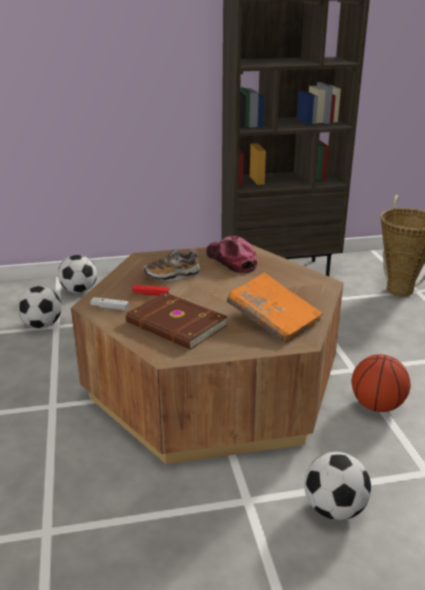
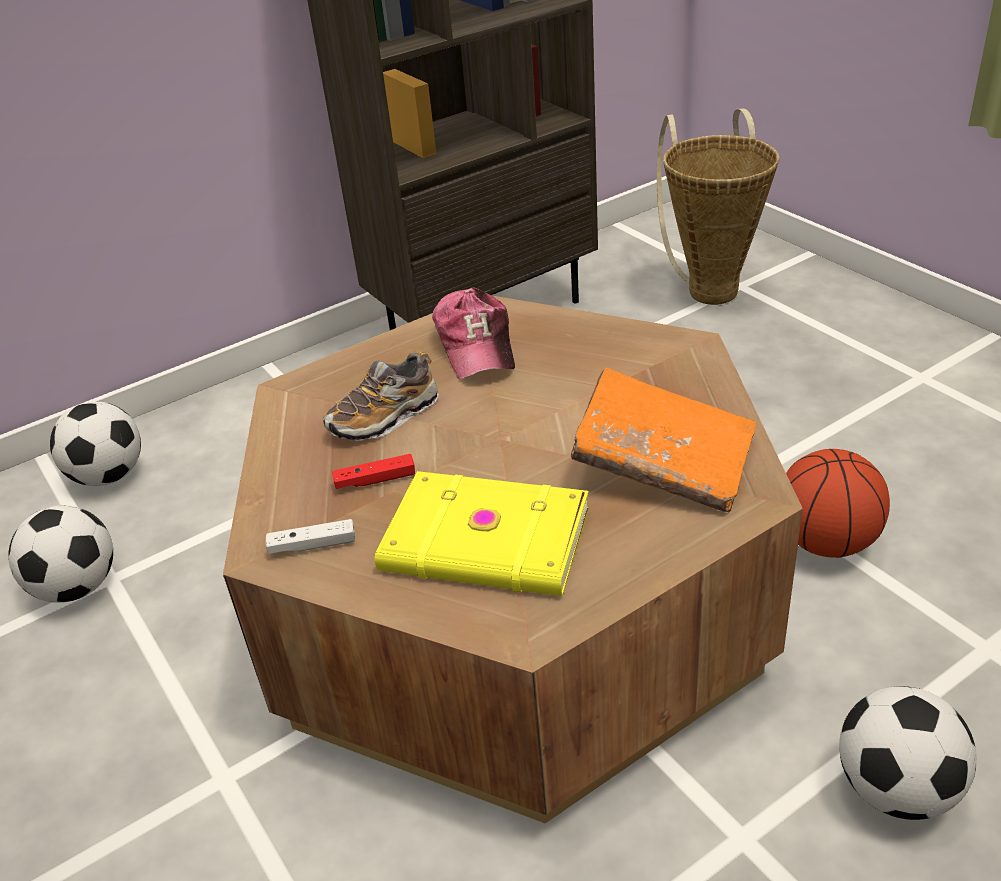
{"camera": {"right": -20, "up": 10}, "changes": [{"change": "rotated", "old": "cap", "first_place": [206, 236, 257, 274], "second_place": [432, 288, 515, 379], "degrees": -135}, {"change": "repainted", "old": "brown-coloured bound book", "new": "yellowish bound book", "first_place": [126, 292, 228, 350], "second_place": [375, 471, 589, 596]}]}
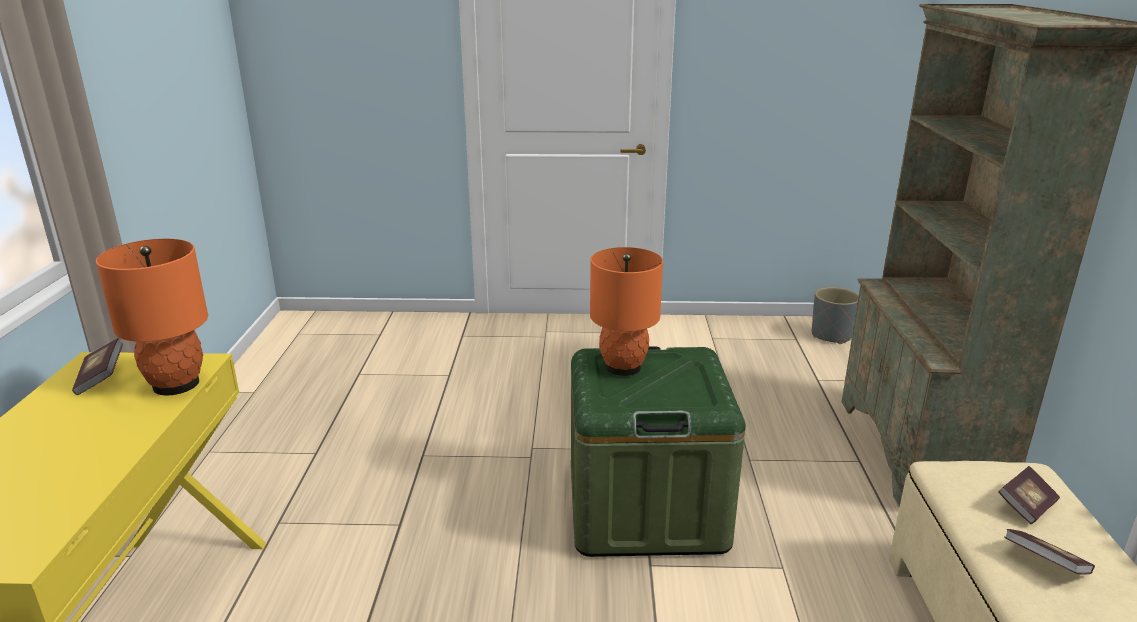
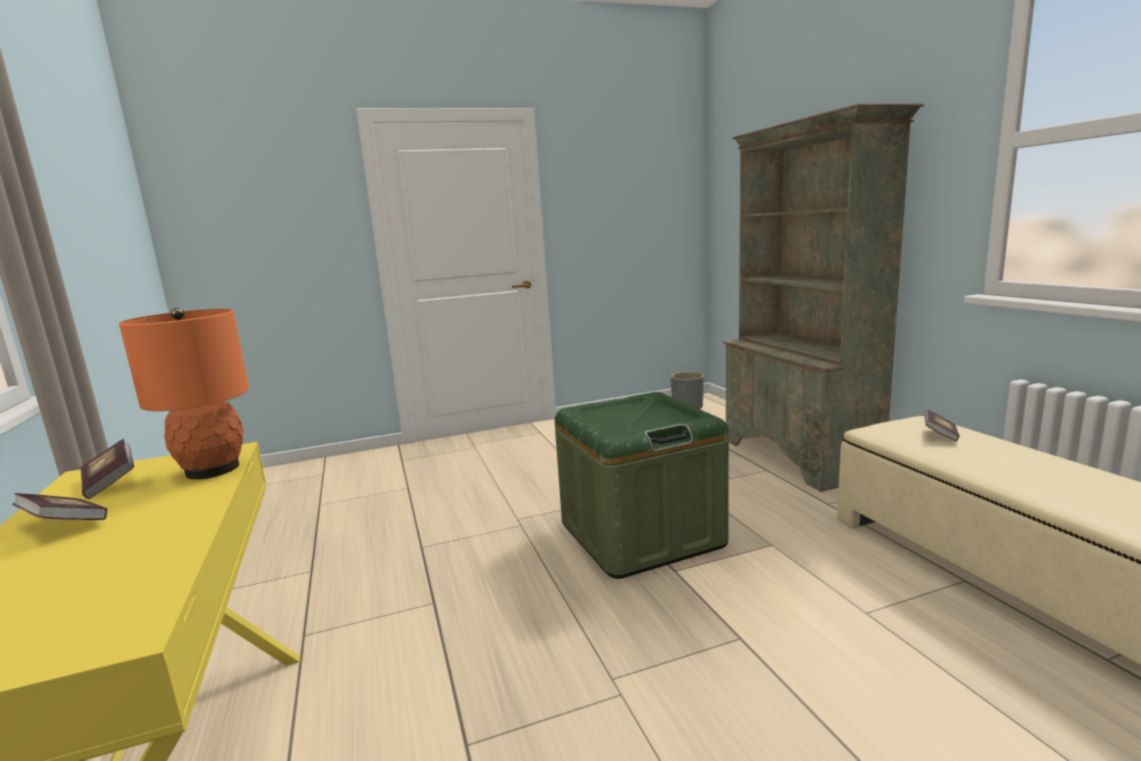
{"camera": {"right": -20, "up": -10}, "changes": [{"change": "gone", "old": "orange table lamp", "first_place": [590, 247, 663, 376]}, {"change": "shifted", "old": "bound book", "first_place": [1004, 529, 1095, 574], "second_place": [12, 493, 107, 520]}]}
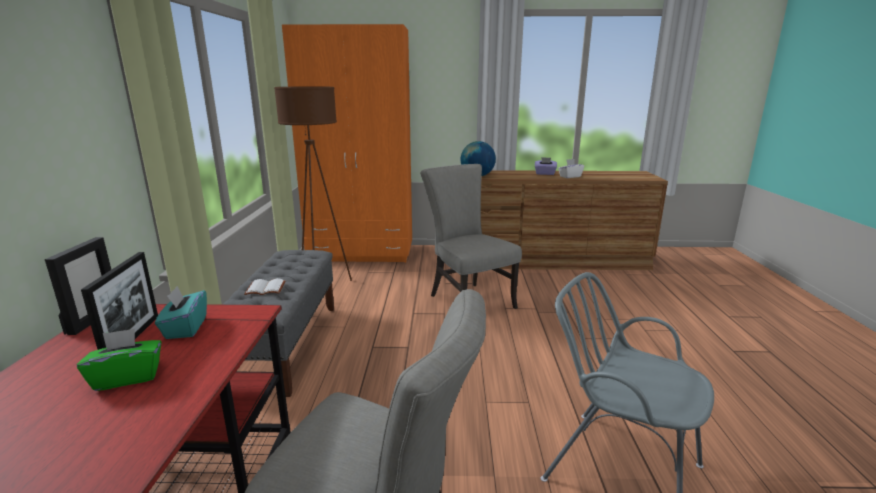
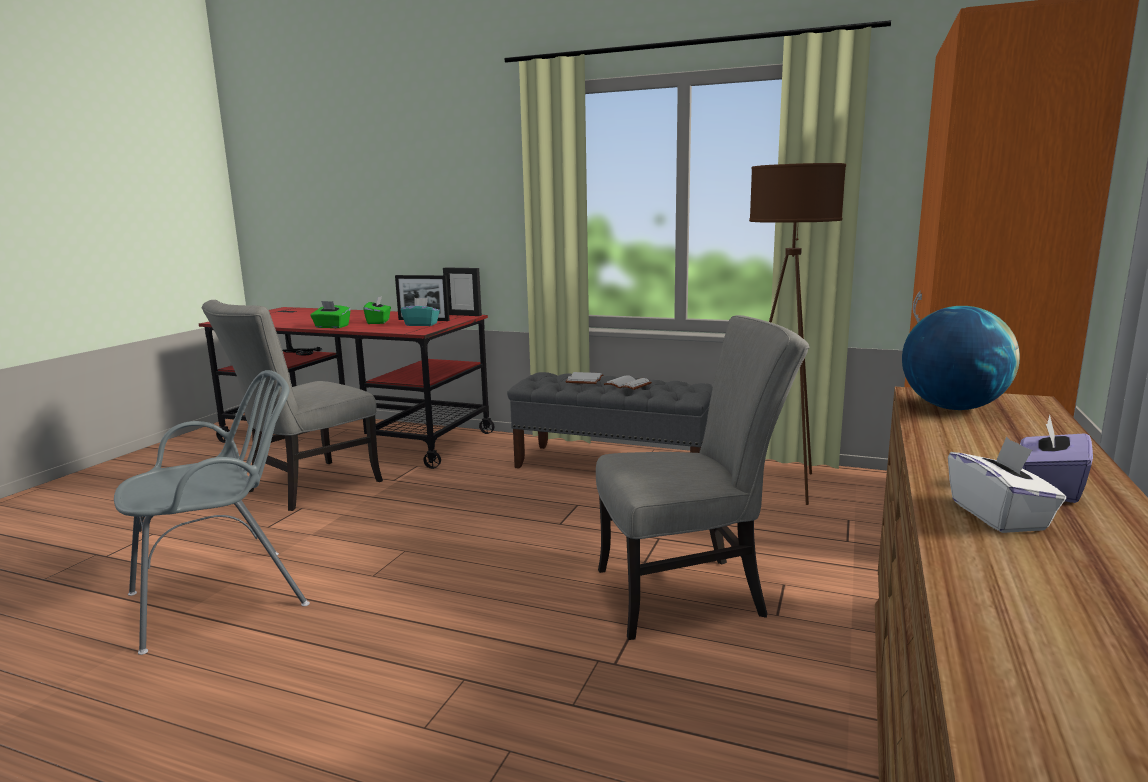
{"camera": {"right": 110, "up": -5}, "changes": [{"change": "new", "new": "green tissue holder", "second_place": [310, 301, 351, 328]}, {"change": "new", "new": "white bound book", "second_place": [604, 375, 652, 390]}]}
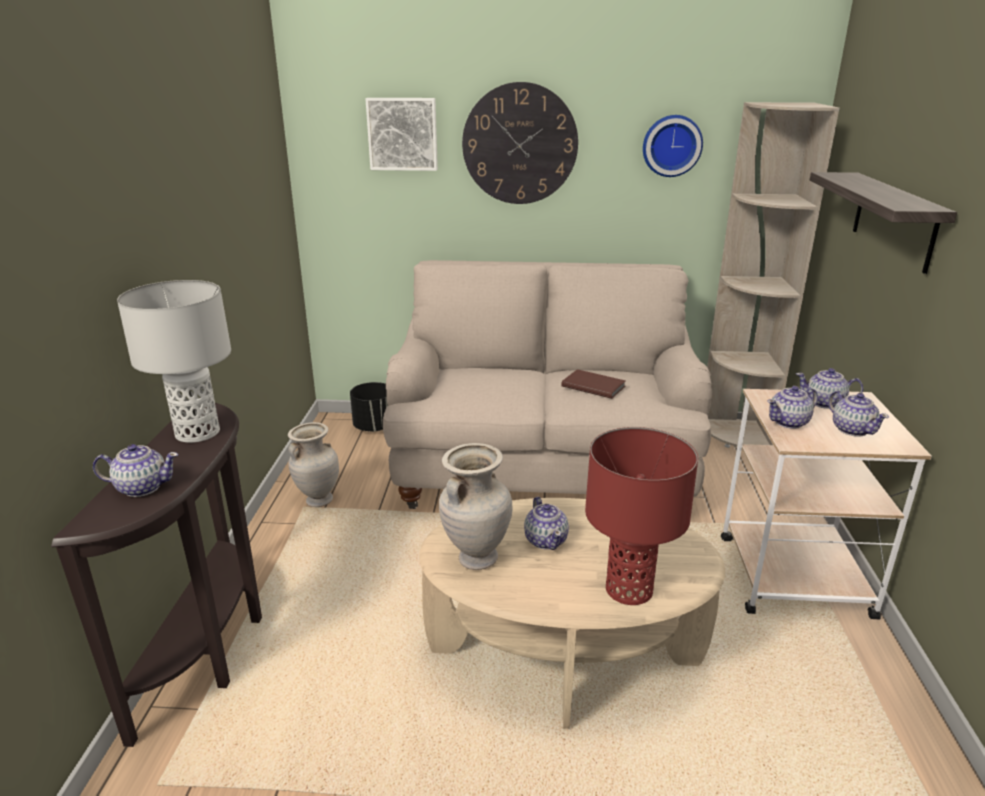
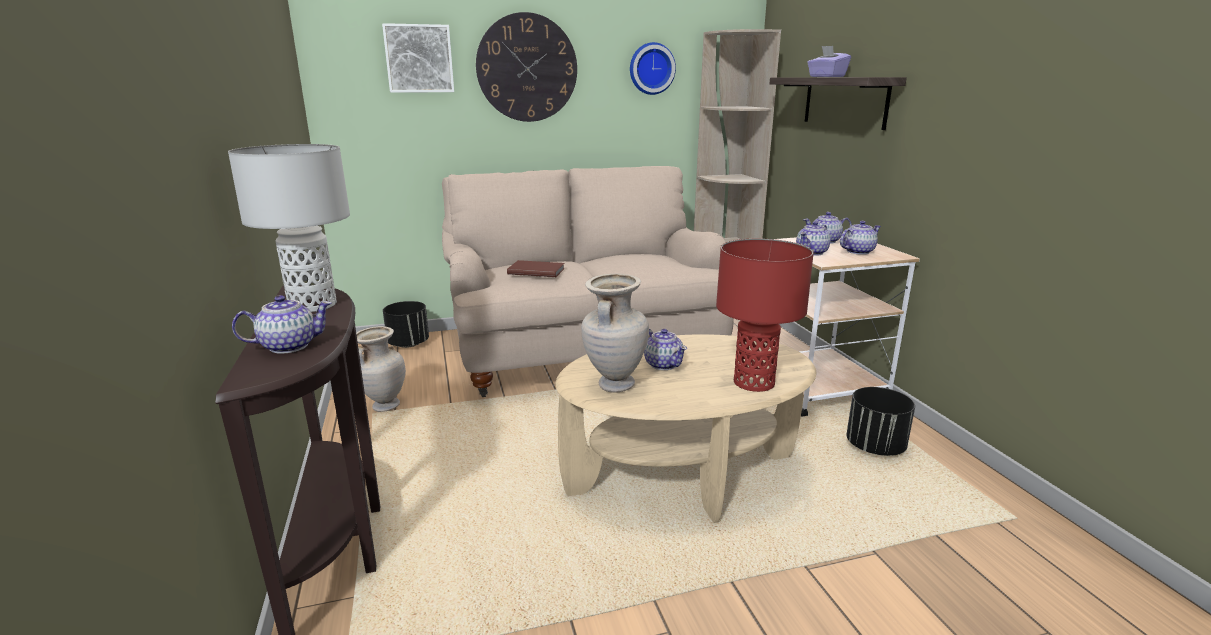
{"camera": {"right": -20, "up": -5}, "changes": [{"change": "shifted", "old": "brown-coloured bound book", "first_place": [561, 369, 626, 399], "second_place": [507, 260, 565, 277]}, {"change": "rotated", "old": "tea pot", "first_place": [828, 391, 889, 437], "second_place": [840, 221, 881, 255], "degrees": -75}, {"change": "new", "new": "purple tissue holder", "second_place": [807, 46, 851, 77]}, {"change": "new", "new": "blackish plant pot", "second_place": [846, 387, 915, 456]}]}
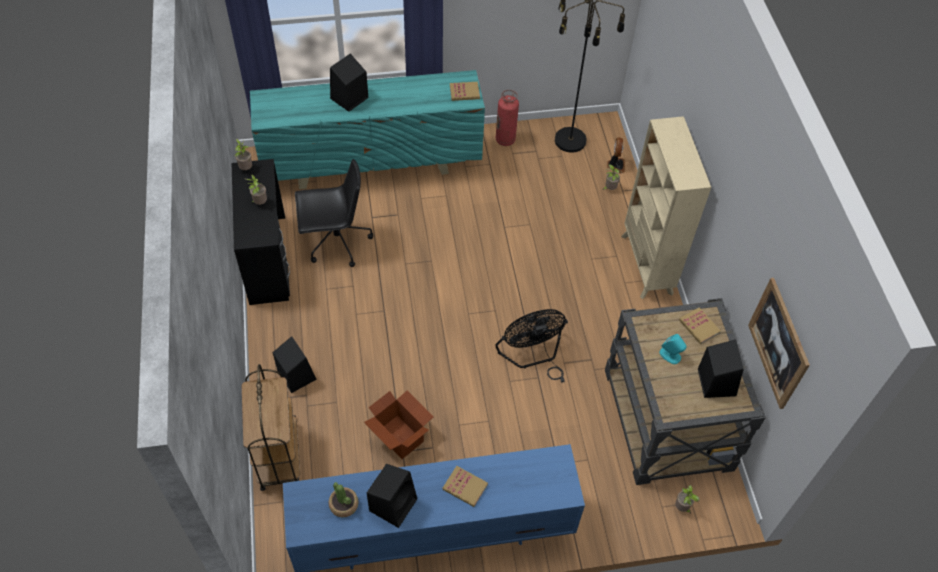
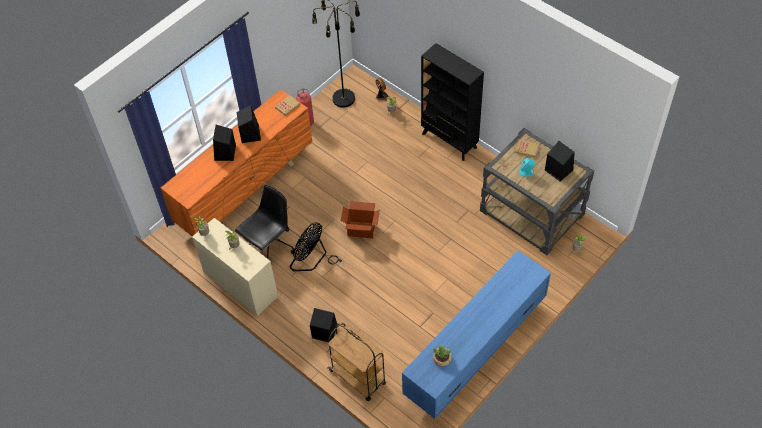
{"camera": {"right": -35, "up": 0}, "changes": [{"change": "repainted", "old": "blue-green cupboard", "new": "orange cupboard", "first_place": [250, 70, 485, 189], "second_place": [161, 89, 313, 236]}, {"change": "repainted", "old": "beige-coloured bookcase", "new": "blackish bookcase", "first_place": [621, 116, 711, 299], "second_place": [421, 43, 484, 161]}, {"change": "repainted", "old": "blackish desk table", "new": "beige-coloured desk table", "first_place": [232, 159, 290, 305], "second_place": [192, 218, 278, 316]}, {"change": "gone", "old": "wall art", "first_place": [748, 278, 810, 409]}, {"change": "shifted", "old": "blackish electric fan", "first_place": [495, 309, 568, 383], "second_place": [290, 222, 342, 272]}, {"change": "shifted", "old": "carton", "first_place": [364, 391, 434, 459], "second_place": [341, 201, 380, 238]}, {"change": "shifted", "old": "blackish speaker", "first_place": [367, 464, 417, 528], "second_place": [237, 105, 261, 143]}, {"change": "gone", "old": "bound book", "first_place": [442, 466, 488, 507]}]}
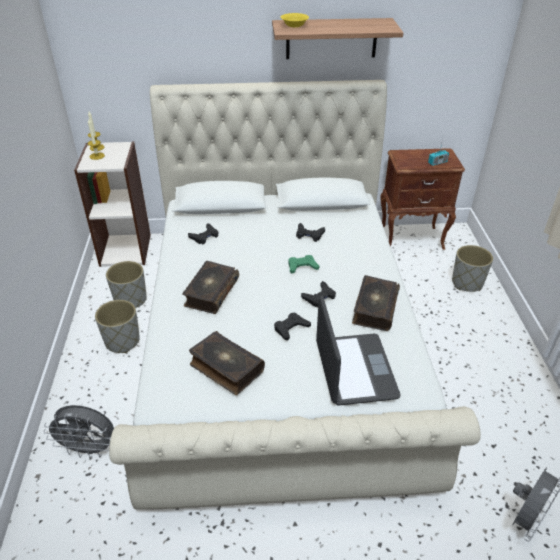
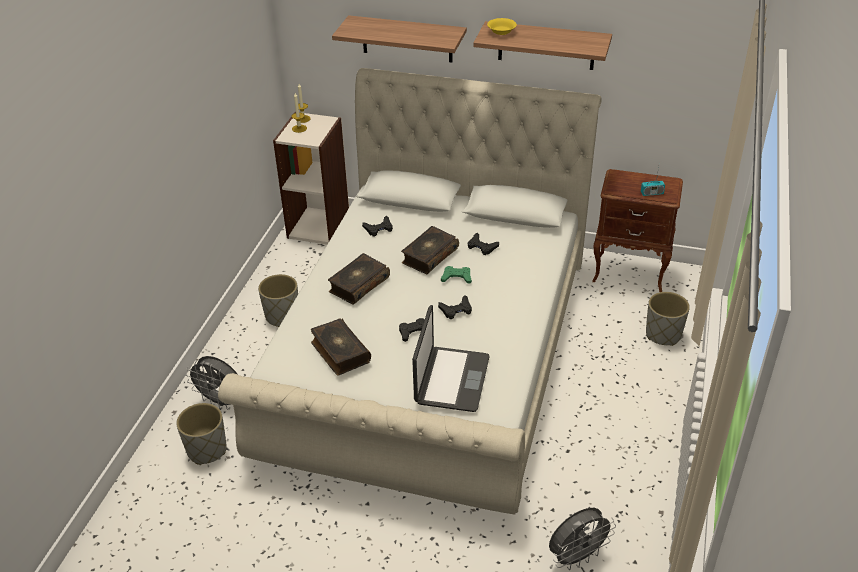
{"camera": {"right": 20, "up": 0}, "changes": [{"change": "shifted", "old": "greyish plant pot", "first_place": [106, 261, 147, 308], "second_place": [176, 403, 227, 465]}, {"change": "shifted", "old": "bound book", "first_place": [352, 275, 400, 331], "second_place": [401, 226, 459, 274]}, {"change": "new", "new": "wall shelf", "second_place": [332, 15, 467, 62]}]}
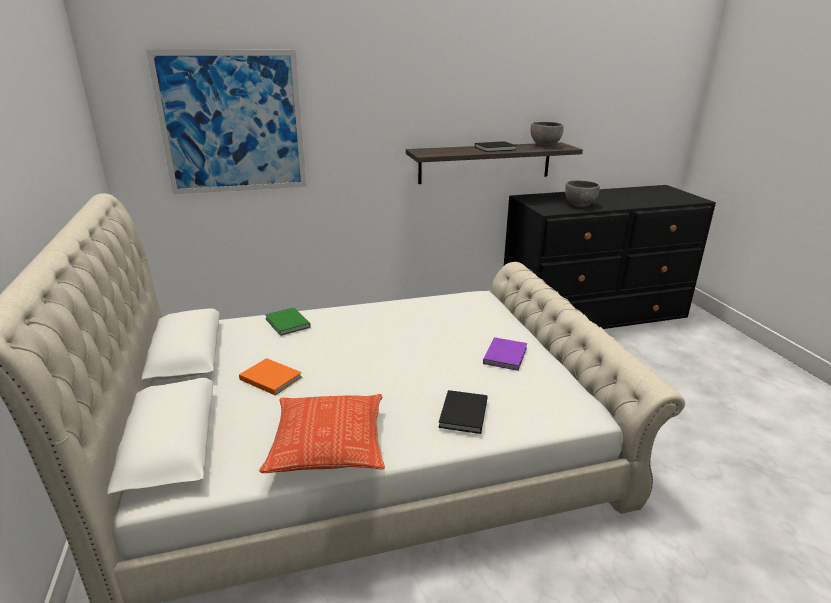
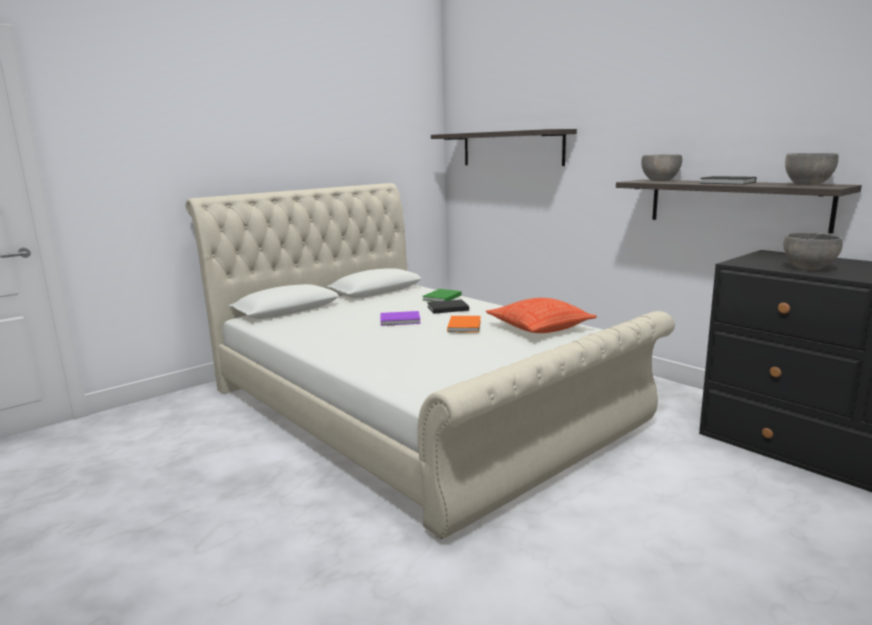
{"camera": {"right": 65, "up": -10}, "changes": [{"change": "swapped", "old": "wall art", "new": "wall shelf", "first_place": [146, 50, 306, 194], "second_place": [431, 129, 577, 166]}, {"change": "shifted", "old": "purple bound book", "first_place": [483, 337, 527, 371], "second_place": [381, 311, 421, 326]}, {"change": "shifted", "old": "orange bound book", "first_place": [239, 358, 302, 395], "second_place": [447, 316, 481, 333]}, {"change": "shifted", "old": "blackish bound book", "first_place": [438, 390, 487, 434], "second_place": [427, 299, 469, 314]}, {"change": "shifted", "old": "orange throw pillow", "first_place": [259, 394, 385, 473], "second_place": [486, 298, 597, 333]}, {"change": "new", "new": "greyish serving bowl", "second_place": [641, 154, 682, 181]}]}
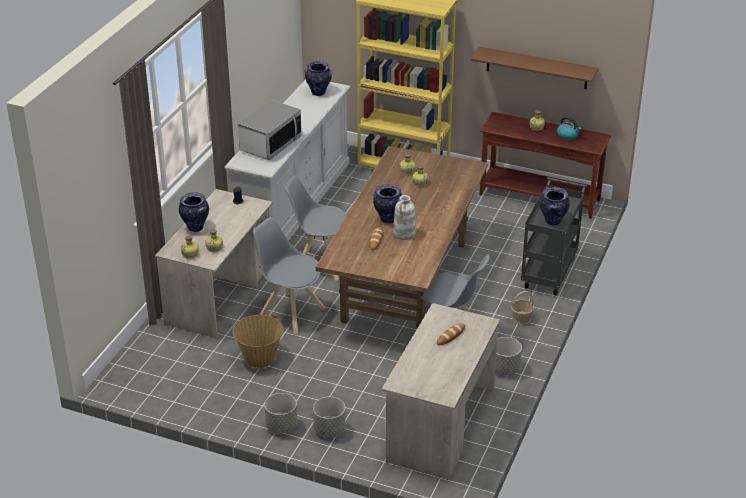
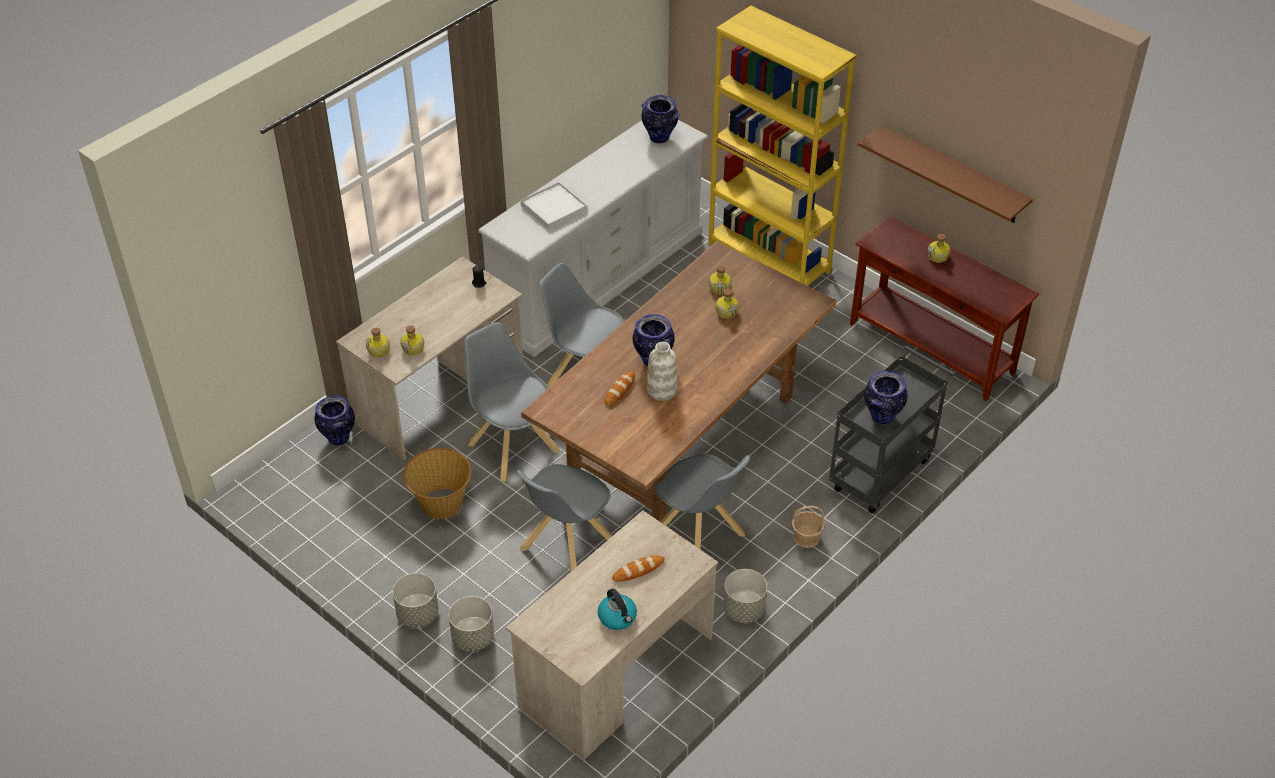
{"camera": {"right": 20, "up": 10}, "changes": [{"change": "swapped", "old": "microwave", "new": "white serving tray", "first_place": [238, 100, 302, 160], "second_place": [521, 182, 587, 230]}, {"change": "shifted", "old": "water kettle", "first_place": [557, 116, 581, 140], "second_place": [598, 589, 637, 630]}, {"change": "shifted", "old": "decorative vase", "first_place": [179, 192, 209, 232], "second_place": [315, 396, 355, 446]}, {"change": "new", "new": "greyish chair", "second_place": [517, 464, 613, 571]}]}
